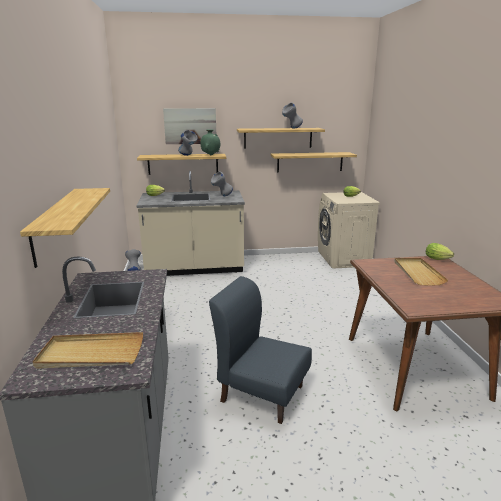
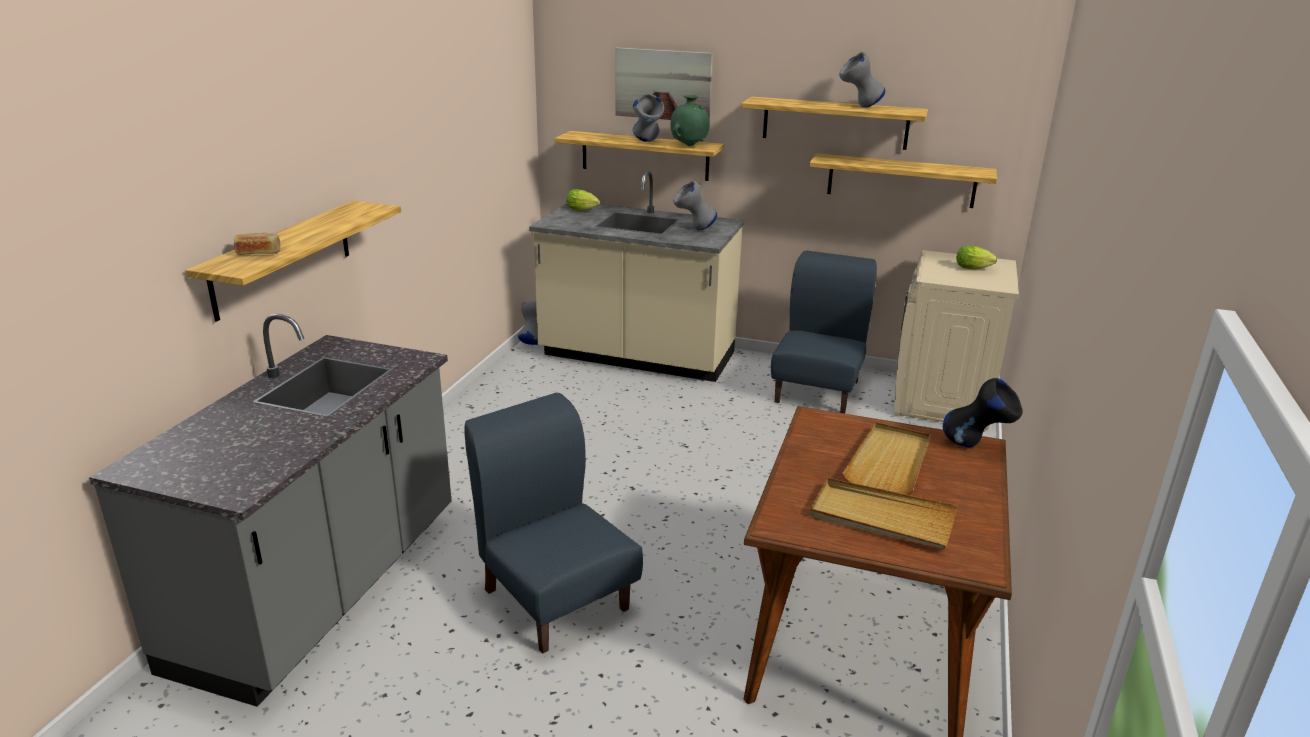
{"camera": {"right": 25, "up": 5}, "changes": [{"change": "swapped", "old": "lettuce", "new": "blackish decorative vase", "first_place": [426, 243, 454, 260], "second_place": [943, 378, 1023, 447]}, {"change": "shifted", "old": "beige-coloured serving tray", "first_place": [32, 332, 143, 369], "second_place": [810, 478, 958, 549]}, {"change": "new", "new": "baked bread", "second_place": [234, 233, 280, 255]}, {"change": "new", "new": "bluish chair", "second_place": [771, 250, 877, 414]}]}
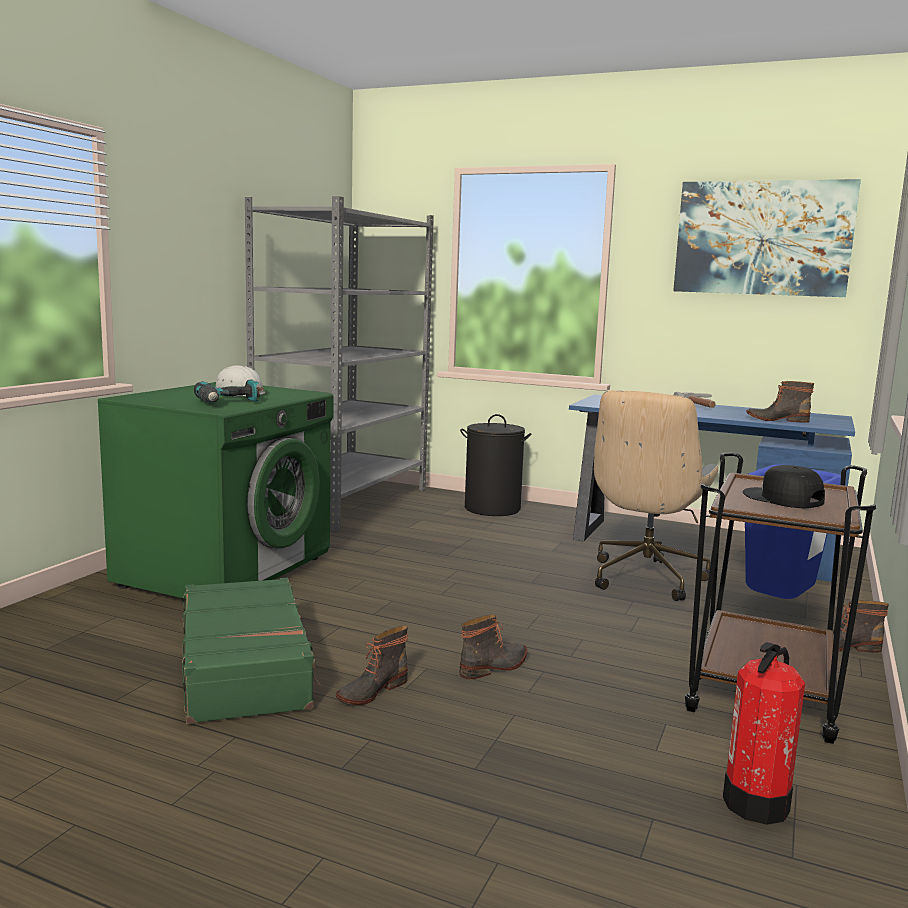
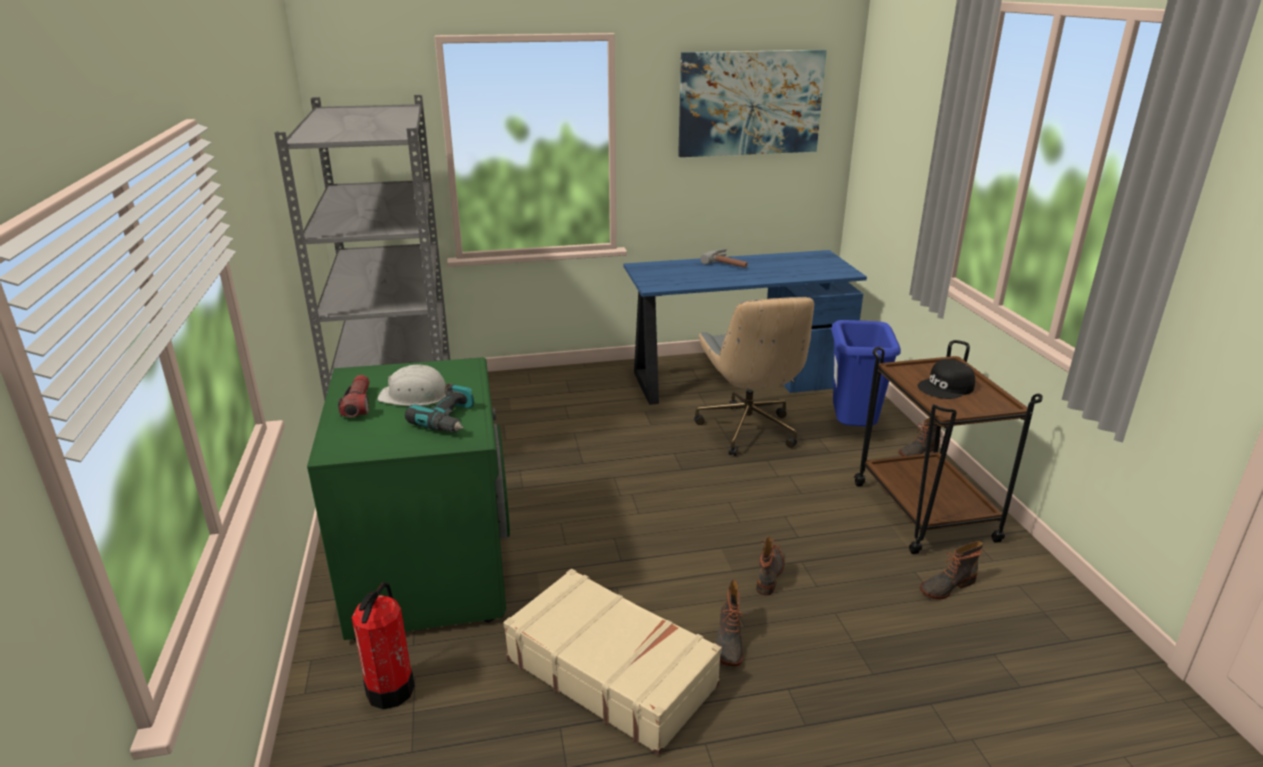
{"camera": {"right": -35, "up": 15}, "changes": [{"change": "shifted", "old": "tall boot", "first_place": [746, 381, 814, 423], "second_place": [919, 541, 983, 600]}, {"change": "gone", "old": "blackish washing basket", "first_place": [460, 414, 532, 516]}, {"change": "rotated", "old": "blackish cap", "first_place": [743, 465, 825, 508], "second_place": [917, 359, 975, 399], "degrees": -45}, {"change": "repainted", "old": "green piece of luggage", "new": "beige-coloured piece of luggage", "first_place": [182, 578, 321, 724], "second_place": [503, 569, 722, 755]}, {"change": "shifted", "old": "fire-fighting cylinder", "first_place": [723, 642, 805, 825], "second_place": [352, 582, 415, 709]}, {"change": "new", "new": "torch", "second_place": [338, 375, 370, 417]}]}
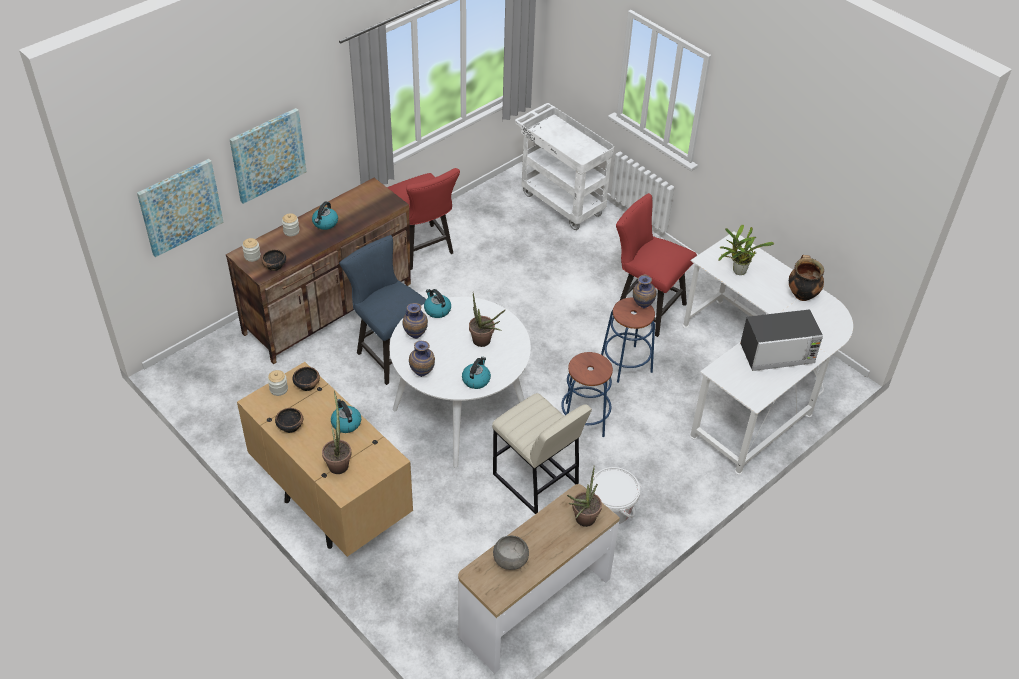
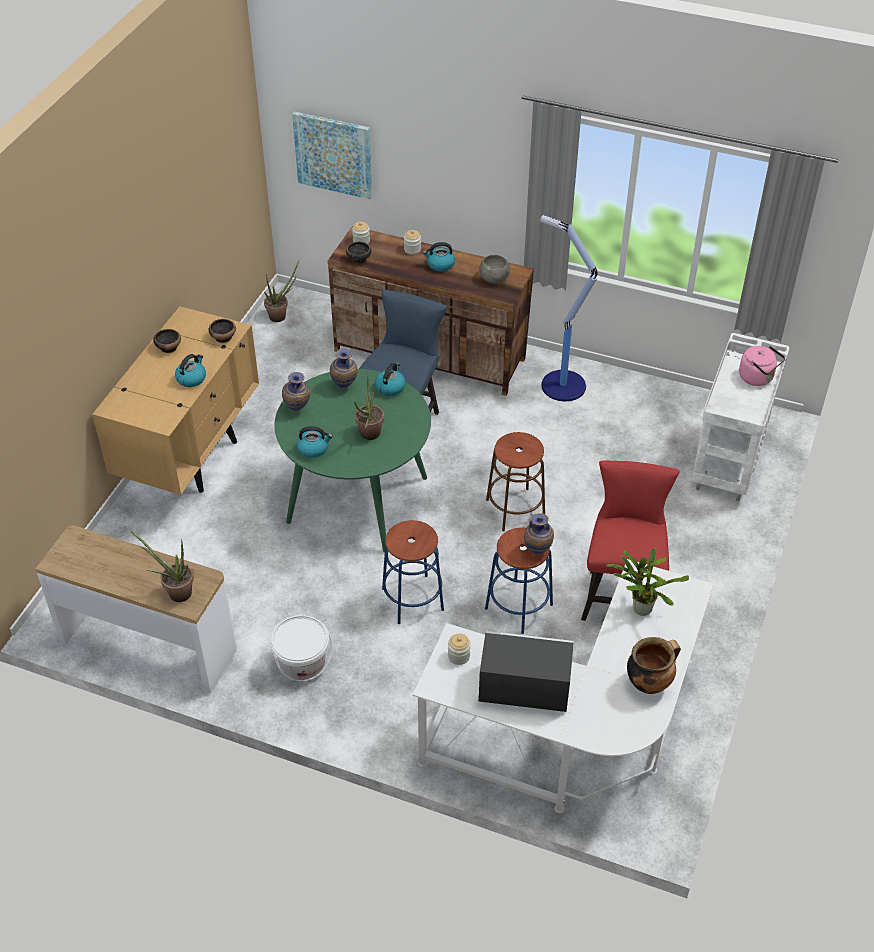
{"camera": {"right": 65, "up": 0}, "changes": [{"change": "gone", "old": "wall art", "first_place": [229, 108, 306, 204]}, {"change": "swapped", "old": "red-coloured chair", "new": "standing lamp", "first_place": [387, 168, 460, 270], "second_place": [540, 215, 598, 401]}, {"change": "repainted", "old": "white kitchen table", "new": "green kitchen table", "first_place": [390, 297, 531, 468], "second_place": [274, 369, 431, 553]}, {"change": "rotated", "old": "microwave", "first_place": [740, 309, 823, 371], "second_place": [479, 631, 574, 712], "degrees": 135}, {"change": "shifted", "old": "jar", "first_place": [268, 370, 288, 396], "second_place": [448, 634, 471, 665]}, {"change": "shifted", "old": "plant in a pot", "first_place": [322, 391, 351, 474], "second_place": [264, 260, 299, 322]}, {"change": "gone", "old": "beige-coloured chair", "first_place": [492, 393, 592, 514]}, {"change": "shifted", "old": "greyish serving bowl", "first_place": [493, 536, 529, 570], "second_place": [479, 255, 510, 284]}, {"change": "new", "new": "pink-coloured water kettle", "second_place": [739, 346, 785, 386]}, {"change": "new", "new": "brown-coloured stool", "second_place": [486, 432, 545, 531]}]}
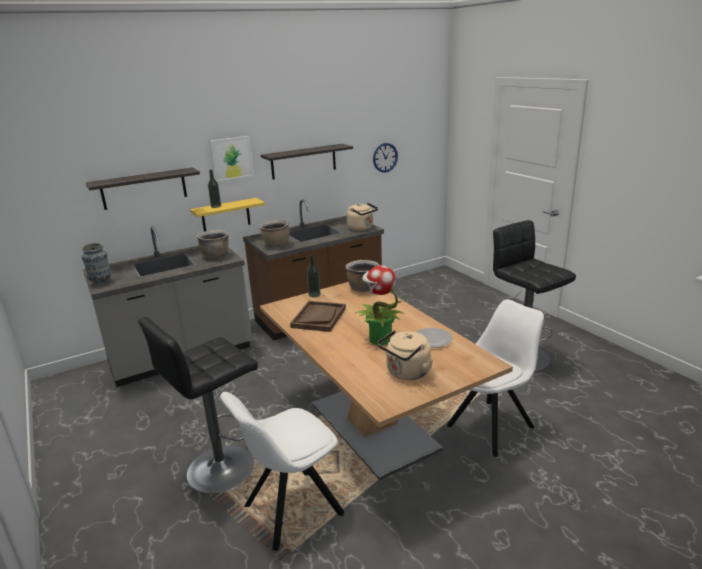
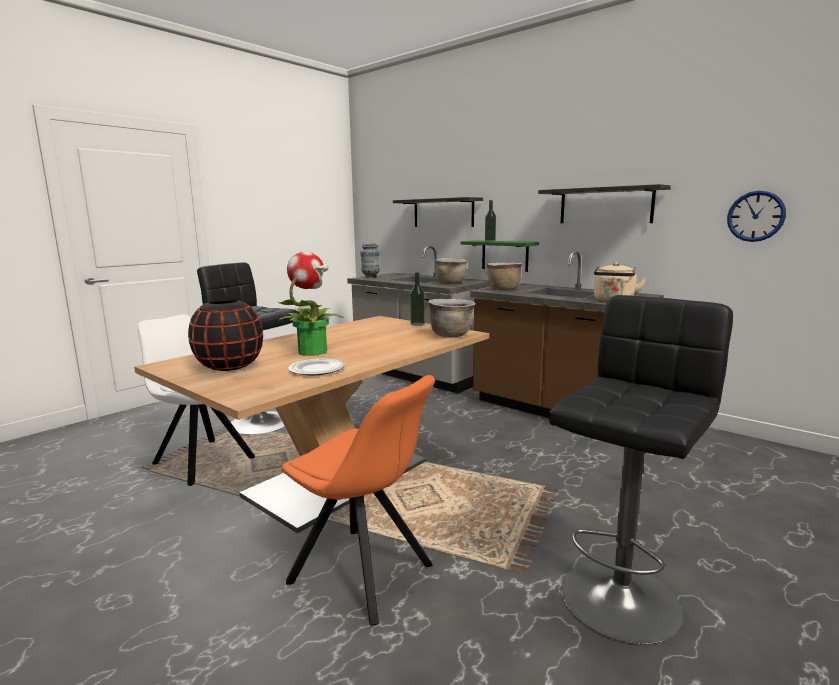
{"camera": {"right": 70, "up": -10}, "changes": [{"change": "gone", "old": "wall art", "first_place": [210, 136, 254, 181]}, {"change": "repainted", "old": "yellowish wall shelf", "new": "green wall shelf", "first_place": [190, 198, 265, 231], "second_place": [460, 240, 539, 272]}, {"change": "repainted", "old": "white chair", "new": "orange chair", "first_place": [447, 299, 544, 457], "second_place": [281, 375, 435, 625]}, {"change": "gone", "old": "brown-coloured serving tray", "first_place": [290, 301, 346, 332]}, {"change": "swapped", "old": "beige-coloured water kettle", "new": "blackish decorative vase", "first_place": [377, 330, 433, 380], "second_place": [188, 300, 263, 371]}]}
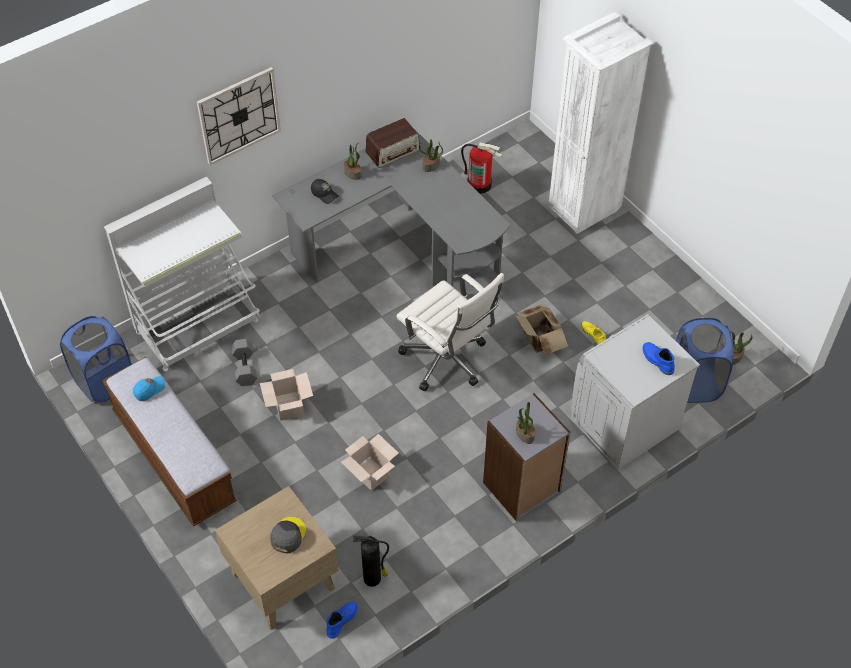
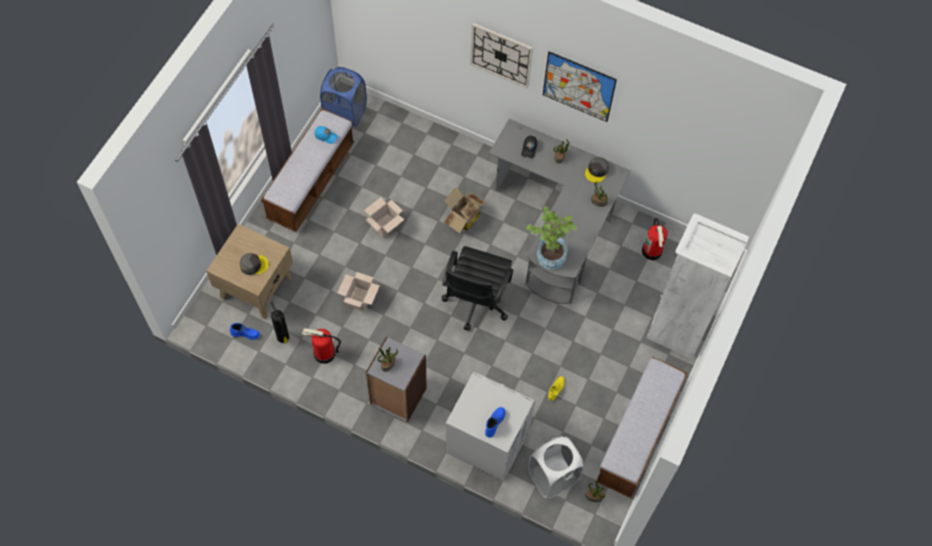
{"camera": {"right": 60, "up": 10}, "changes": [{"change": "swapped", "old": "radio receiver", "new": "greyish cap", "first_place": [365, 118, 420, 168], "second_place": [585, 157, 609, 183]}, {"change": "gone", "old": "white shoe shelf", "first_place": [104, 177, 261, 371]}, {"change": "repainted", "old": "white computer chair", "new": "blackish computer chair", "first_place": [396, 273, 504, 391], "second_place": [442, 246, 513, 331]}, {"change": "shifted", "old": "carton", "first_place": [516, 304, 568, 355], "second_place": [444, 187, 486, 233]}, {"change": "repainted", "old": "bluish washing basket", "new": "white washing basket", "first_place": [676, 318, 734, 403], "second_place": [528, 436, 584, 498]}, {"change": "gone", "old": "greyish hand weight", "first_place": [231, 339, 257, 386]}, {"change": "new", "new": "wall art", "second_place": [543, 51, 617, 122]}, {"change": "new", "new": "plant in a pot", "second_place": [526, 206, 577, 270]}, {"change": "new", "new": "fire-fighting cylinder", "second_place": [301, 328, 341, 364]}, {"change": "new", "new": "bench", "second_place": [597, 357, 688, 498]}]}
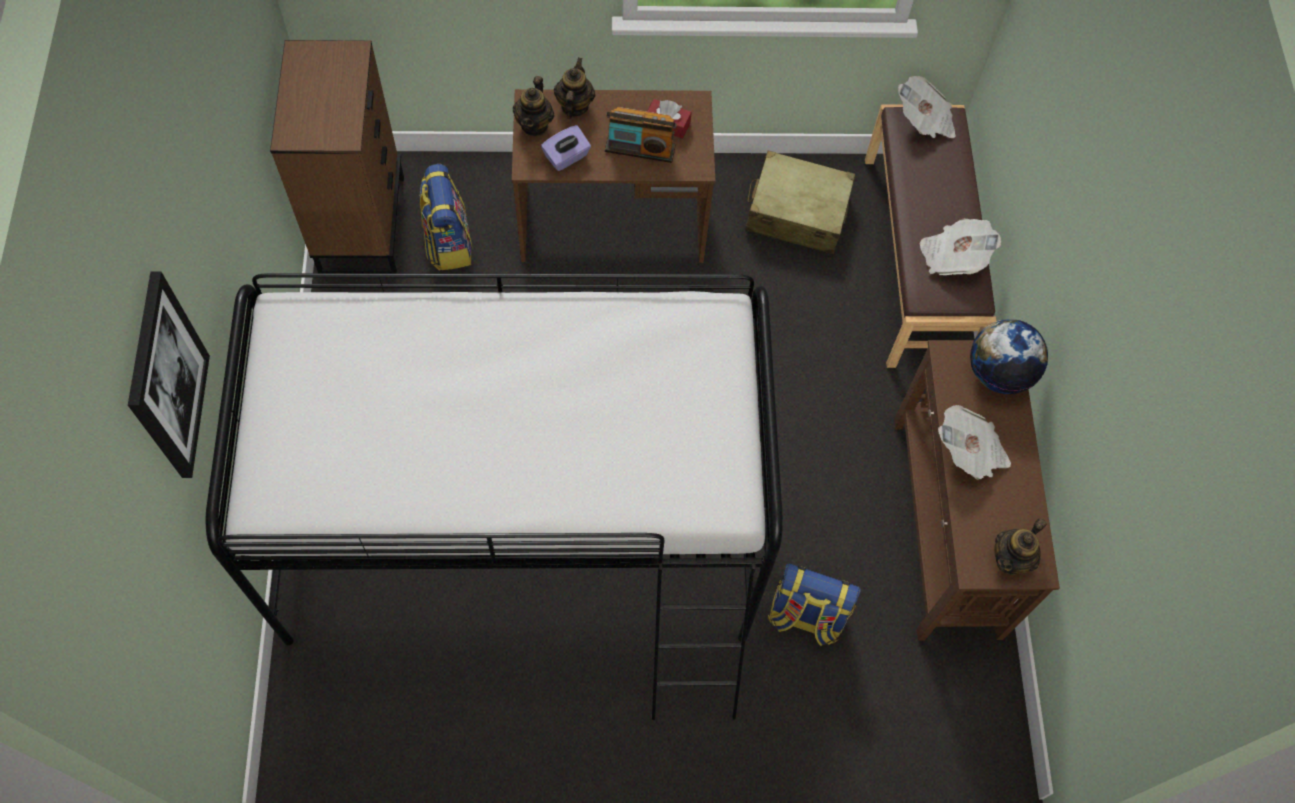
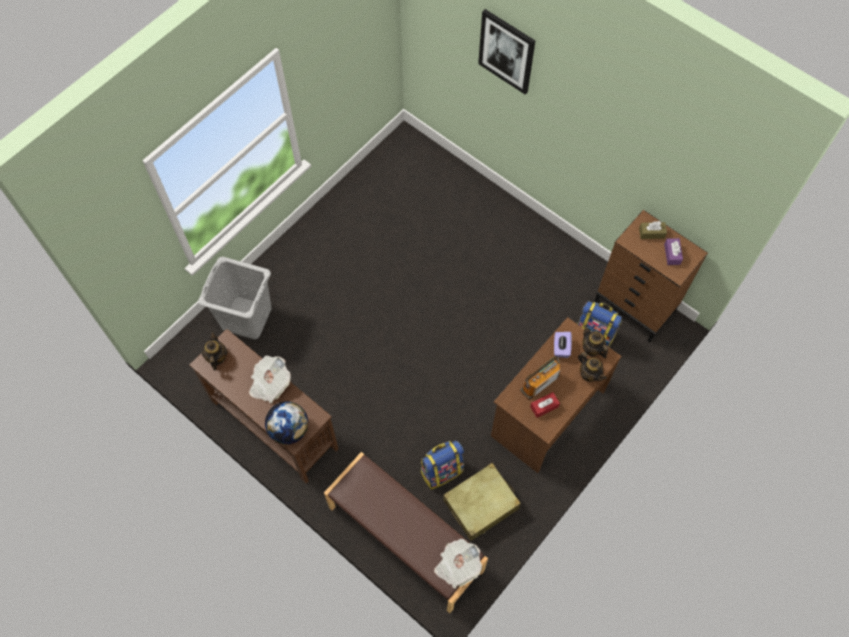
{"camera": {"right": 135, "up": 0}, "changes": [{"change": "gone", "old": "newspaper", "first_place": [919, 218, 1001, 275]}, {"change": "gone", "old": "blackish bedroom bed", "first_place": [206, 273, 783, 720]}, {"change": "shifted", "old": "knapsack", "first_place": [768, 563, 861, 646], "second_place": [420, 441, 464, 490]}, {"change": "new", "new": "brown-coloured tissue holder", "second_place": [639, 221, 667, 239]}, {"change": "new", "new": "purple tissue holder", "second_place": [664, 238, 683, 265]}, {"change": "new", "new": "greyish washing basket", "second_place": [198, 257, 272, 339]}]}
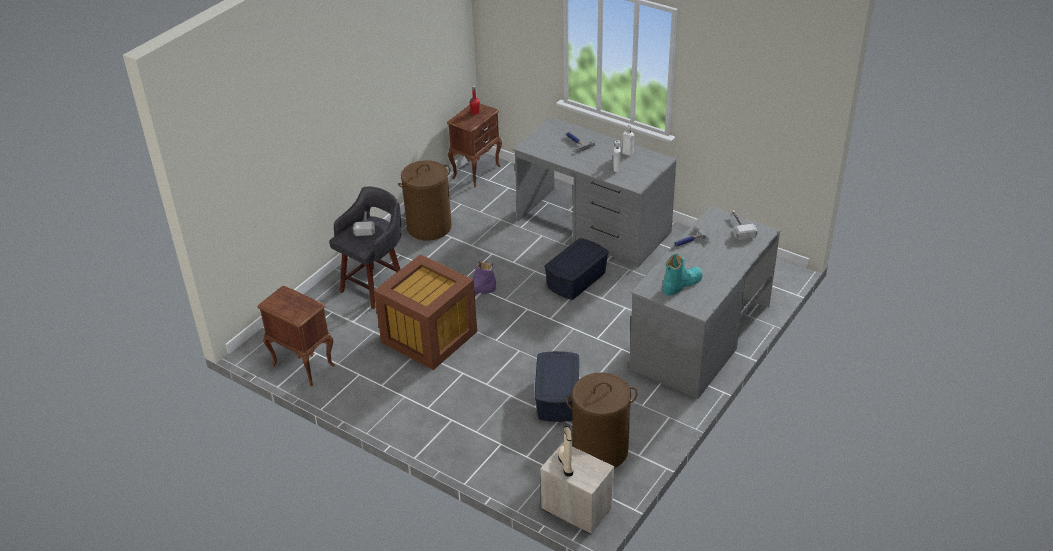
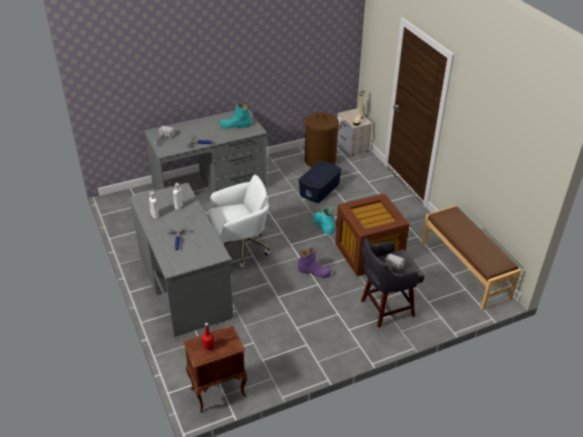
{"camera": {"right": -150, "up": 0}, "changes": [{"change": "gone", "old": "brown-coloured washing basket", "first_place": [398, 160, 452, 241]}, {"change": "swapped", "old": "bluish storage box", "new": "white computer chair", "first_place": [544, 238, 609, 300], "second_place": [209, 175, 270, 267]}, {"change": "swapped", "old": "brown-coloured nightstand", "new": "brown-coloured bench", "first_place": [257, 286, 335, 387], "second_place": [422, 206, 521, 310]}, {"change": "new", "new": "blue-green tall boot", "second_place": [313, 208, 335, 235]}]}
